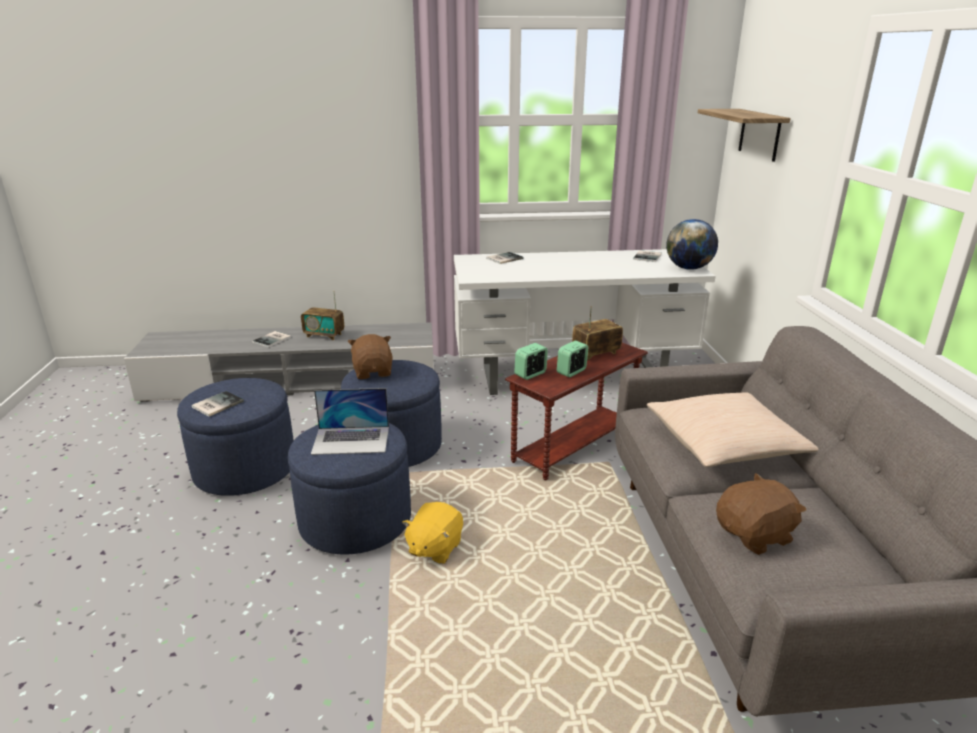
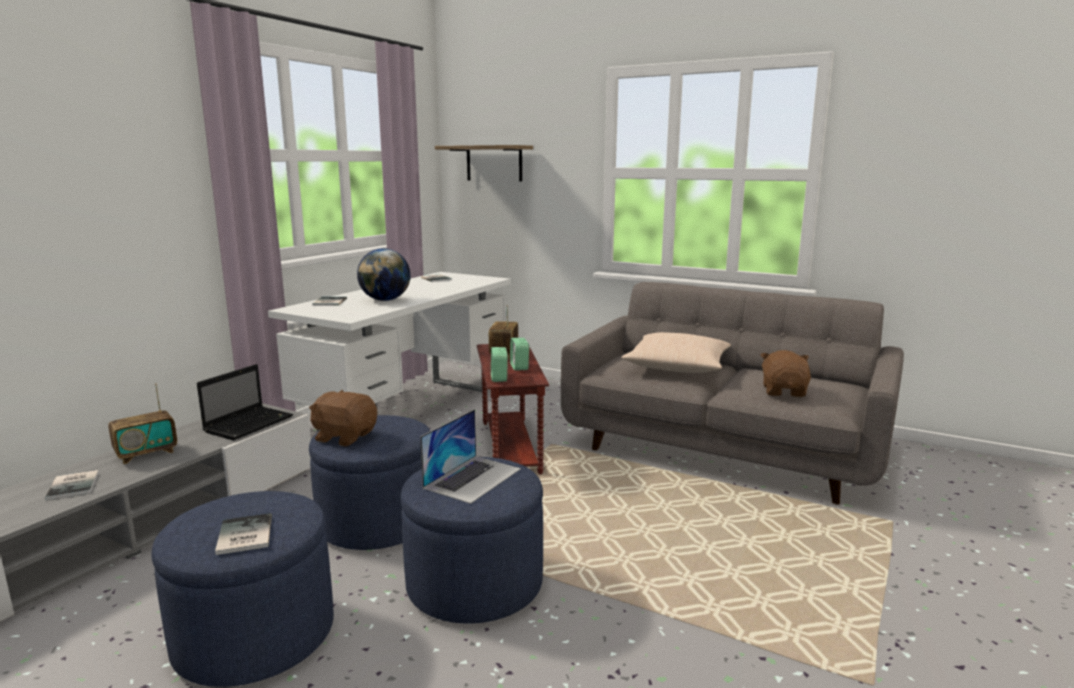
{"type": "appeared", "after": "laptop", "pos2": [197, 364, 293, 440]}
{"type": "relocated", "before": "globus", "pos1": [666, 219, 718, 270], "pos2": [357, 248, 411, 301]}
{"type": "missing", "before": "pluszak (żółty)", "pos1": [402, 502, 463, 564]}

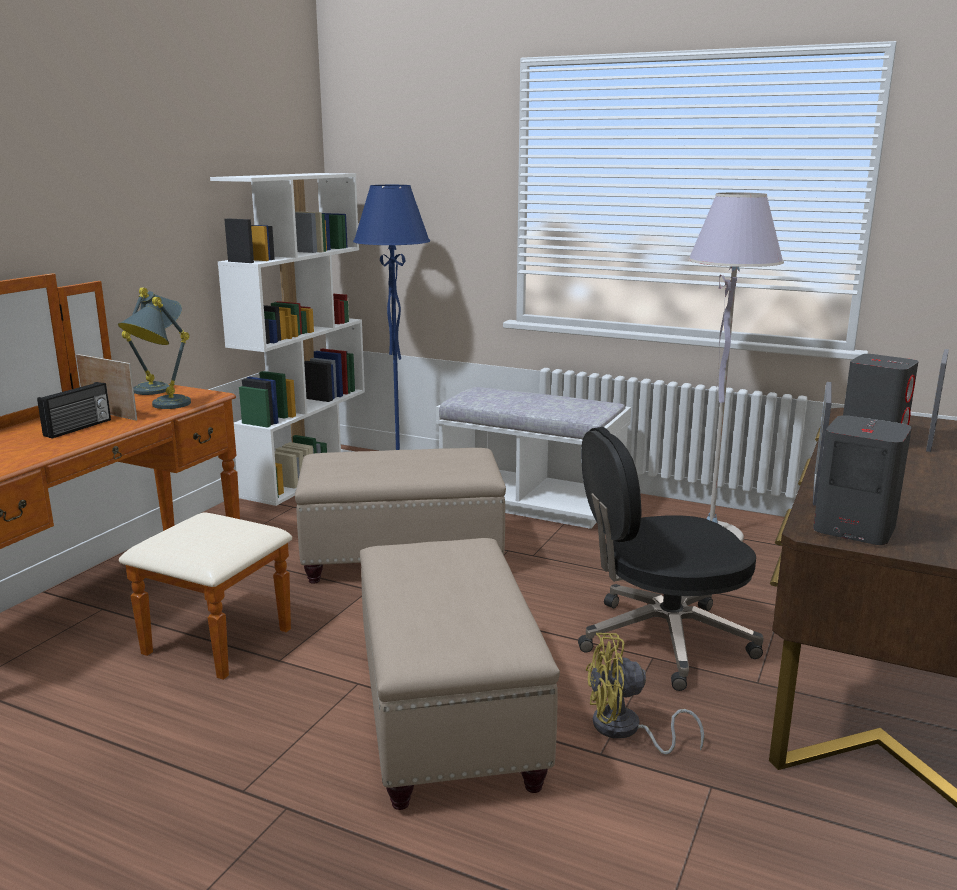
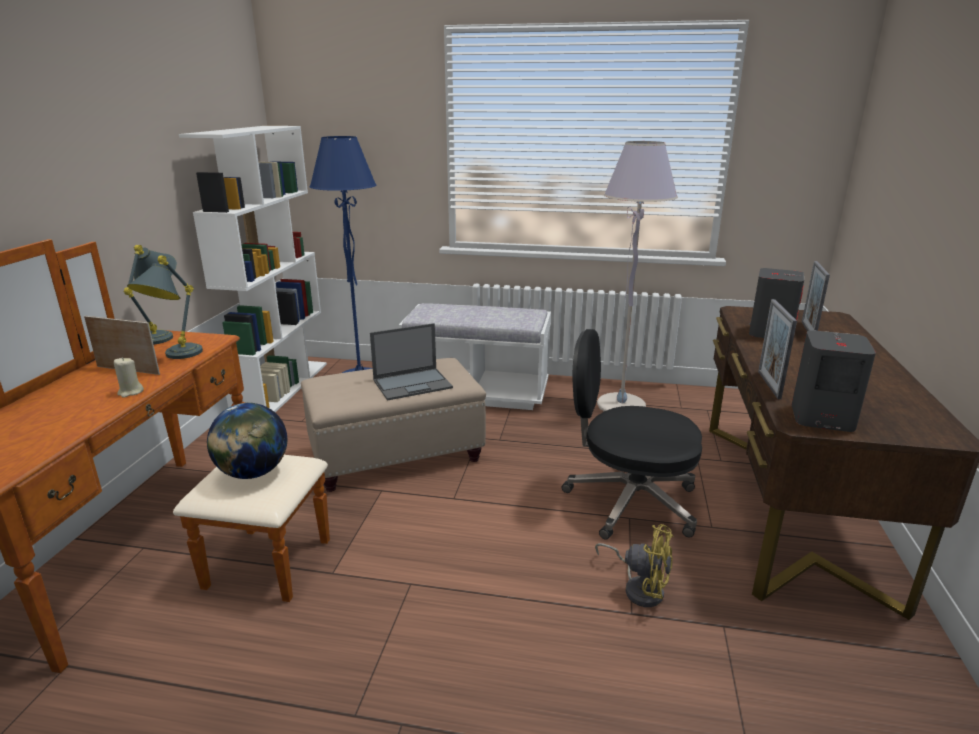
{"type": "appeared", "after": "świeca (beżowy)", "pos2": [114, 357, 144, 398]}
{"type": "appeared", "after": "globus", "pos2": [207, 403, 287, 479]}
{"type": "appeared", "after": "laptop", "pos2": [370, 323, 453, 401]}
{"type": "spun", "before": "krzesło biurowe (czarny)", "pos1": [578, 427, 764, 691], "pos2": [562, 329, 702, 540], "turn": 45}
{"type": "spun", "before": "wentylator (żółty)", "pos1": [586, 633, 704, 754], "pos2": [595, 524, 674, 607], "turn": -135}
{"type": "missing", "before": "radio", "pos1": [37, 382, 111, 439]}
{"type": "missing", "before": "pufa (beżowy)", "pos1": [360, 538, 560, 810]}

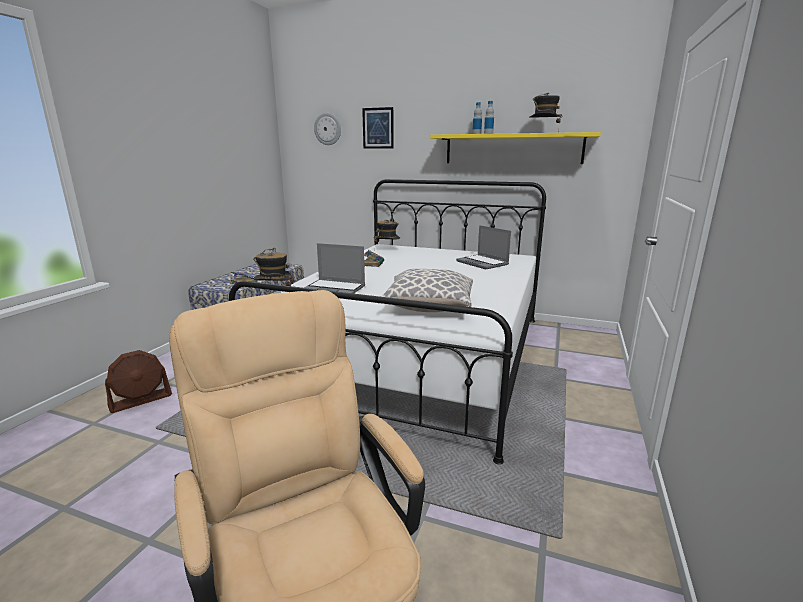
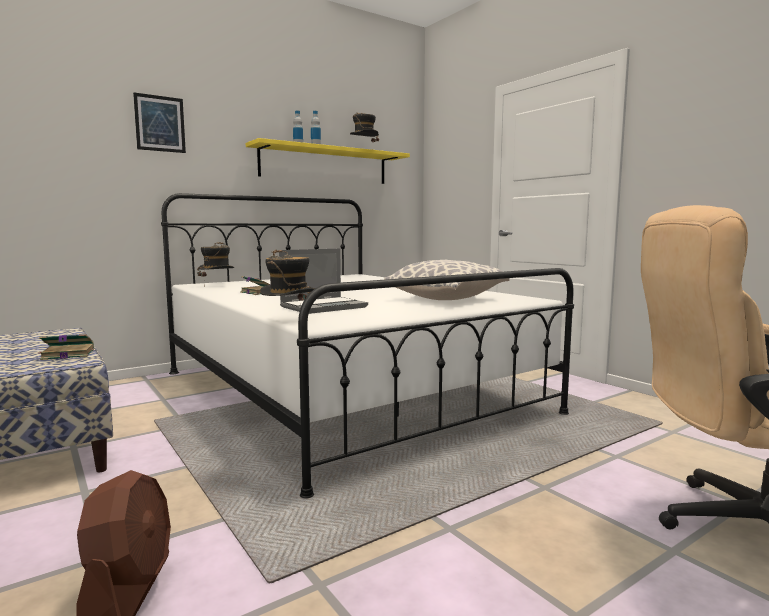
{"type": "missing", "before": "zegar ścienny", "pos1": [314, 113, 341, 145]}
{"type": "missing", "before": "laptop", "pos1": [456, 225, 511, 269]}

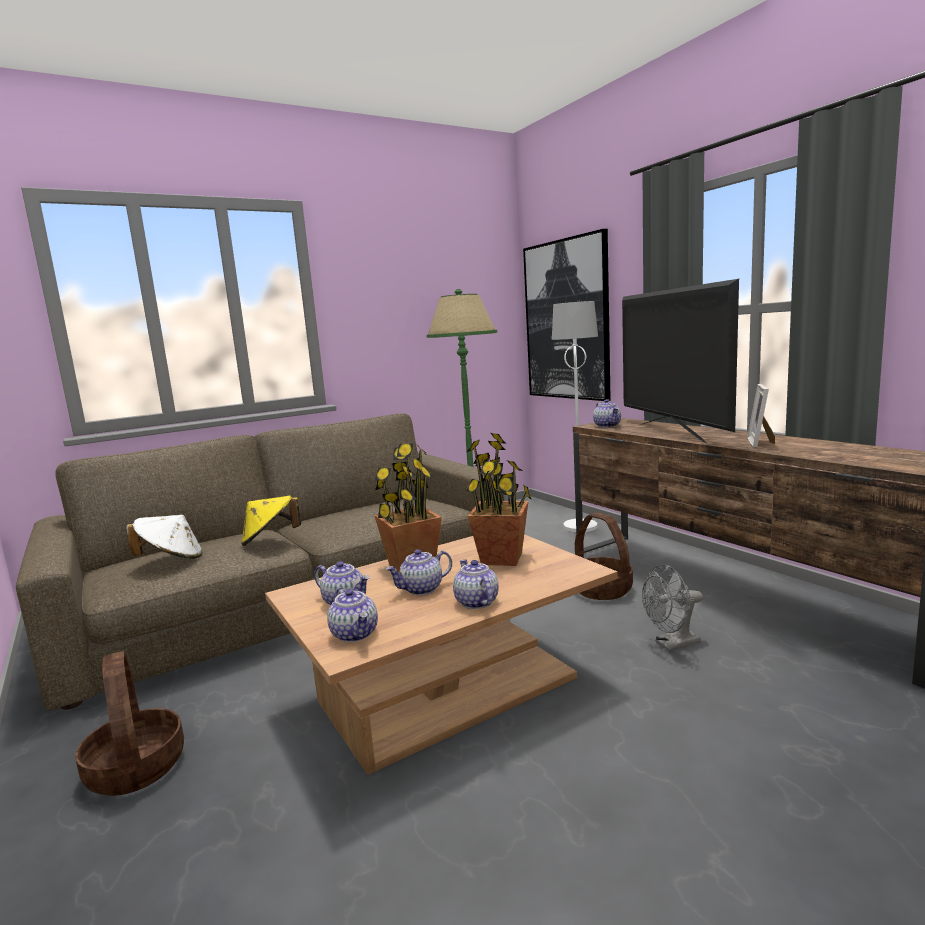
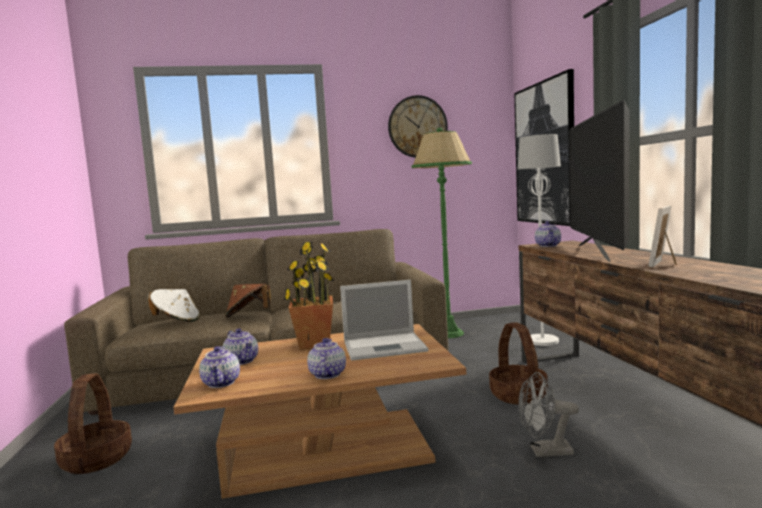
{"type": "colour", "before": "kapelusz (żółty)", "after": "kapelusz (brązowy)", "pos1": [241, 495, 301, 546], "pos2": [225, 283, 271, 318]}
{"type": "exchanged", "before": "roślina doniczkowa", "after": "laptop", "pos1": [466, 433, 532, 566], "pos2": [340, 280, 428, 361]}
{"type": "appeared", "after": "zegar ścienny", "pos2": [388, 95, 448, 158]}
{"type": "missing", "before": "imbryk", "pos1": [386, 549, 452, 595]}

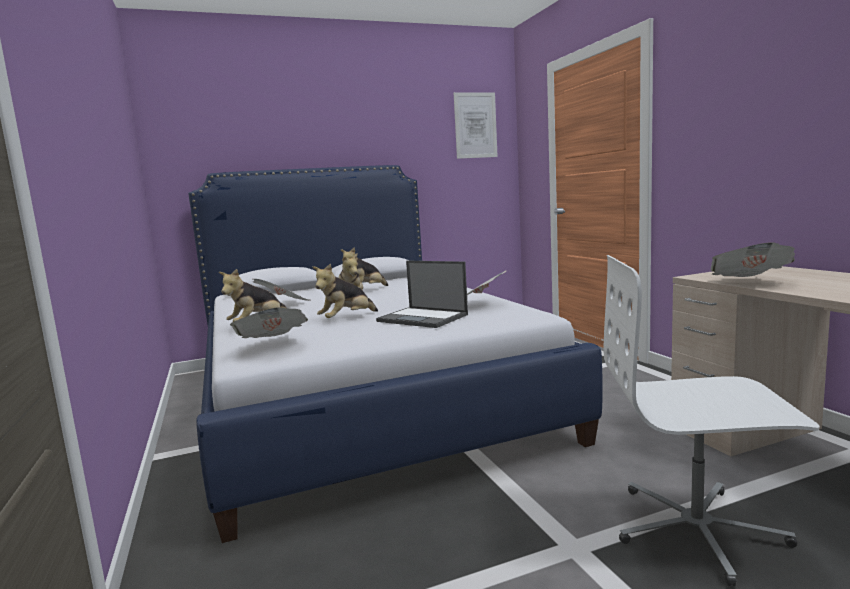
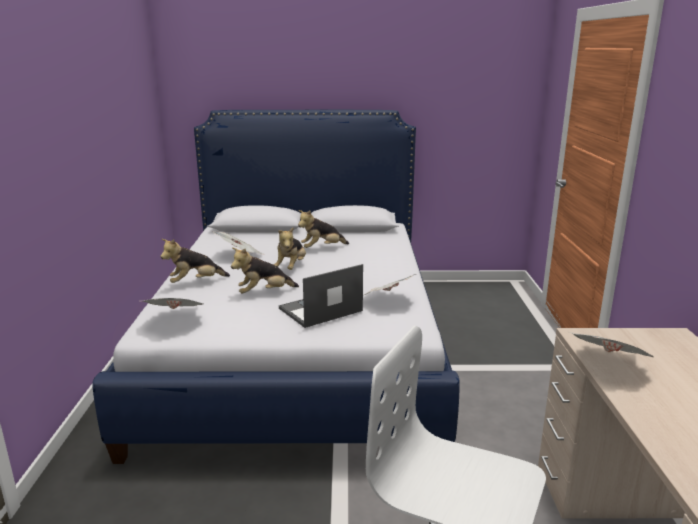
{"type": "spun", "before": "laptop", "pos1": [376, 261, 468, 328], "pos2": [279, 264, 363, 328], "turn": 90}
{"type": "missing", "before": "obraz", "pos1": [454, 92, 498, 159]}

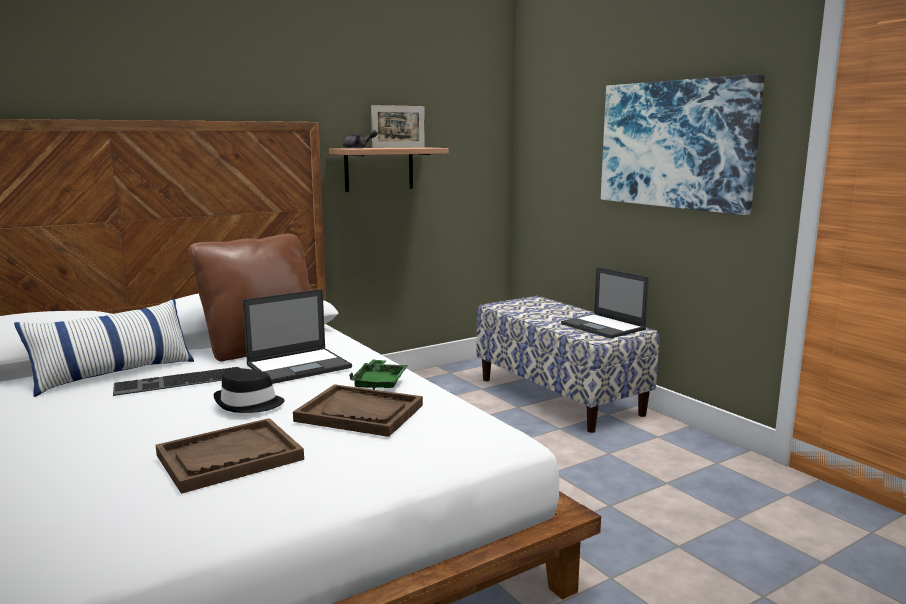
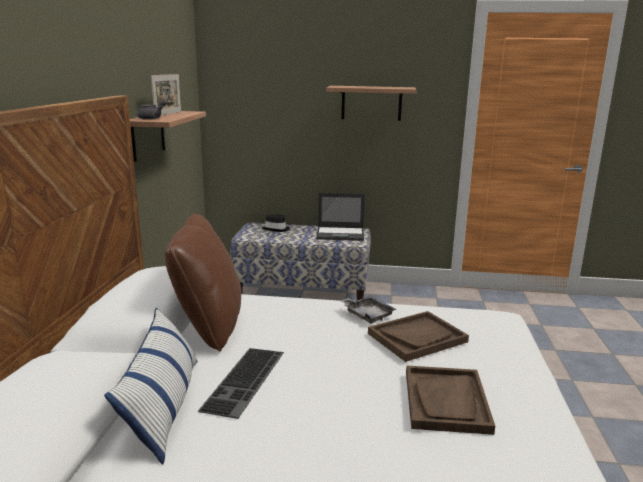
{"type": "relocated", "before": "kapelusz (czarny)", "pos1": [213, 368, 285, 413], "pos2": [262, 214, 290, 232]}
{"type": "exchanged", "before": "obraz", "after": "półka", "pos1": [601, 74, 765, 215], "pos2": [326, 86, 417, 121]}
{"type": "colour", "before": "taca (zielony)", "after": "taca (szary)", "pos1": [349, 359, 408, 390], "pos2": [341, 296, 397, 324]}
{"type": "missing", "before": "laptop", "pos1": [242, 289, 352, 384]}

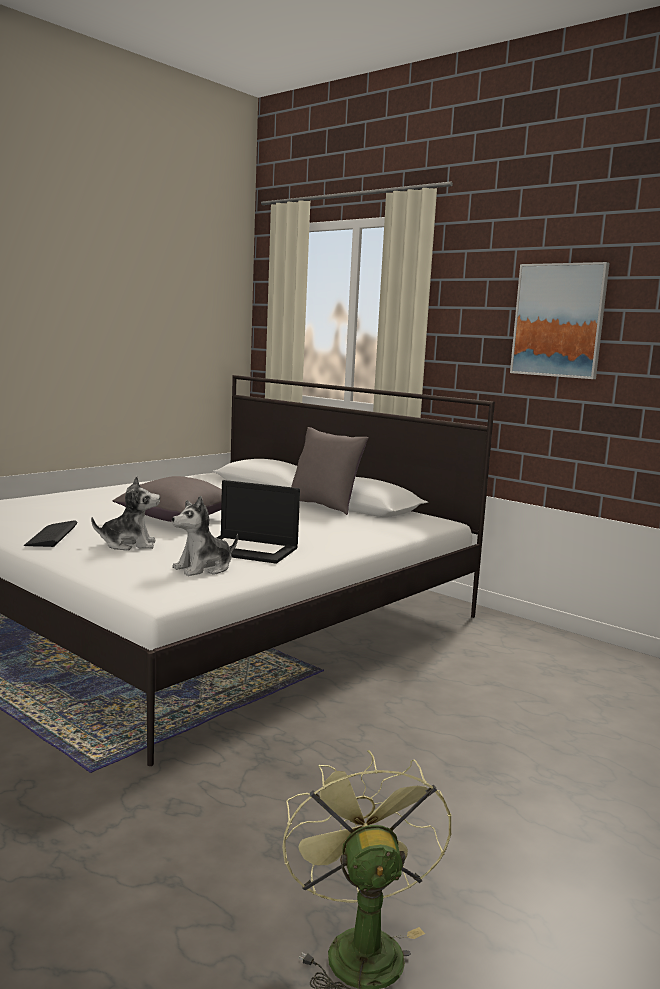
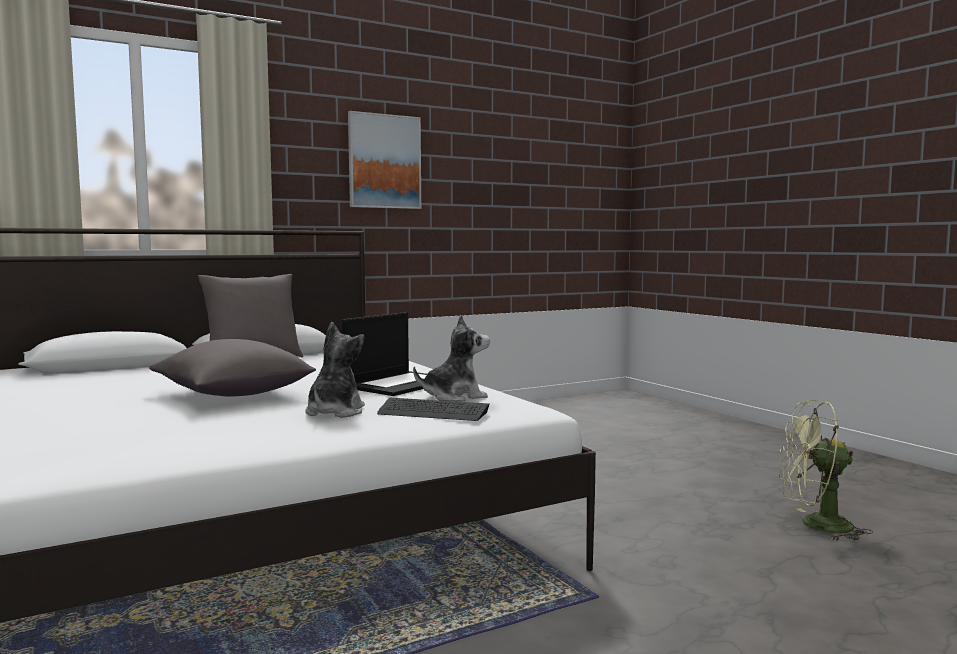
{"type": "relocated", "before": "klawiatura", "pos1": [24, 520, 78, 547], "pos2": [377, 398, 489, 421]}
{"type": "spun", "before": "pluszak", "pos1": [172, 496, 238, 576], "pos2": [413, 315, 490, 402], "turn": -90}

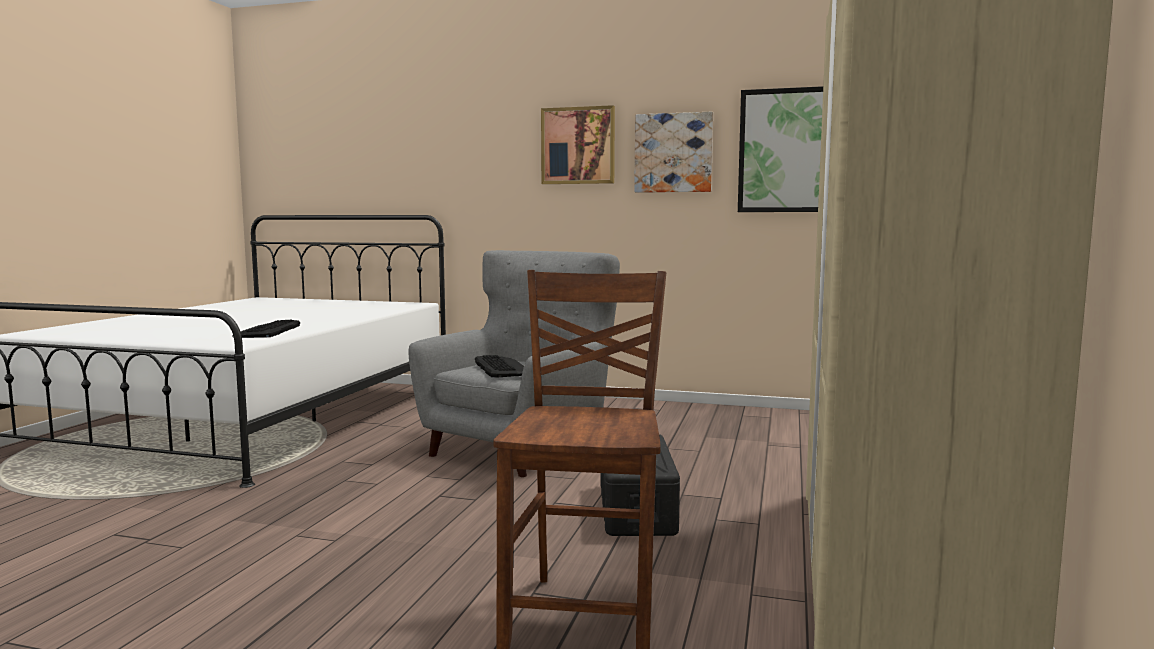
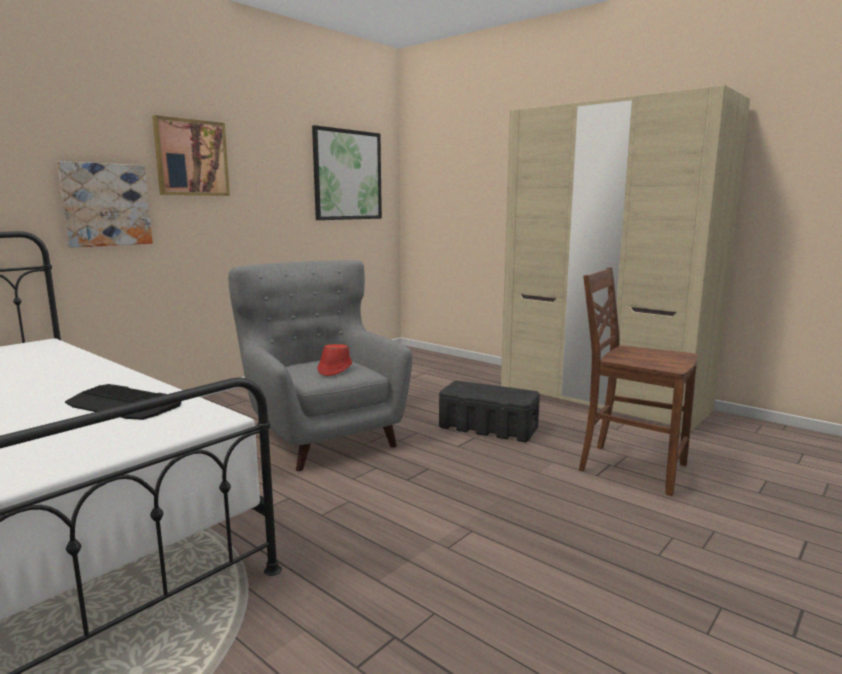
{"type": "relocated", "before": "obraz", "pos1": [634, 112, 713, 193], "pos2": [57, 161, 153, 248]}
{"type": "exchanged", "before": "klawiatura", "after": "kapelusz (czerwony)", "pos1": [475, 355, 524, 377], "pos2": [317, 344, 352, 376]}

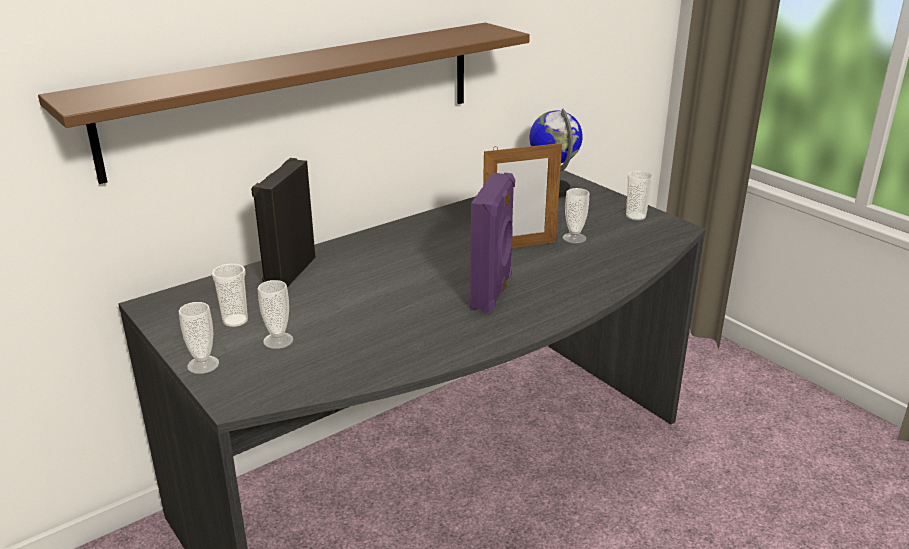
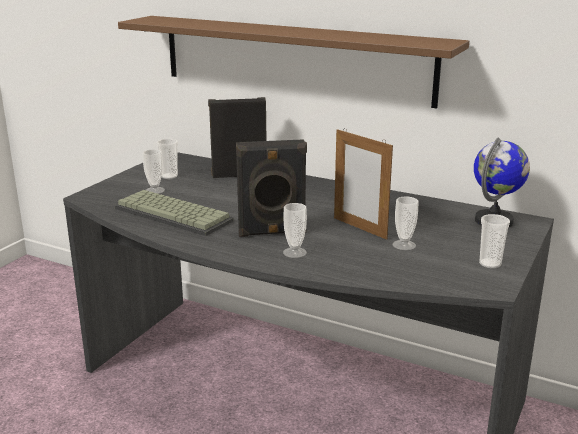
{"type": "appeared", "after": "klawiatura", "pos2": [114, 190, 234, 236]}
{"type": "colour", "before": "głośnik (fioletowy)", "after": "głośnik (czarny)", "pos1": [470, 173, 515, 313], "pos2": [236, 139, 307, 237]}
{"type": "relocated", "before": "filiżanka", "pos1": [178, 302, 219, 374], "pos2": [283, 203, 307, 258]}

